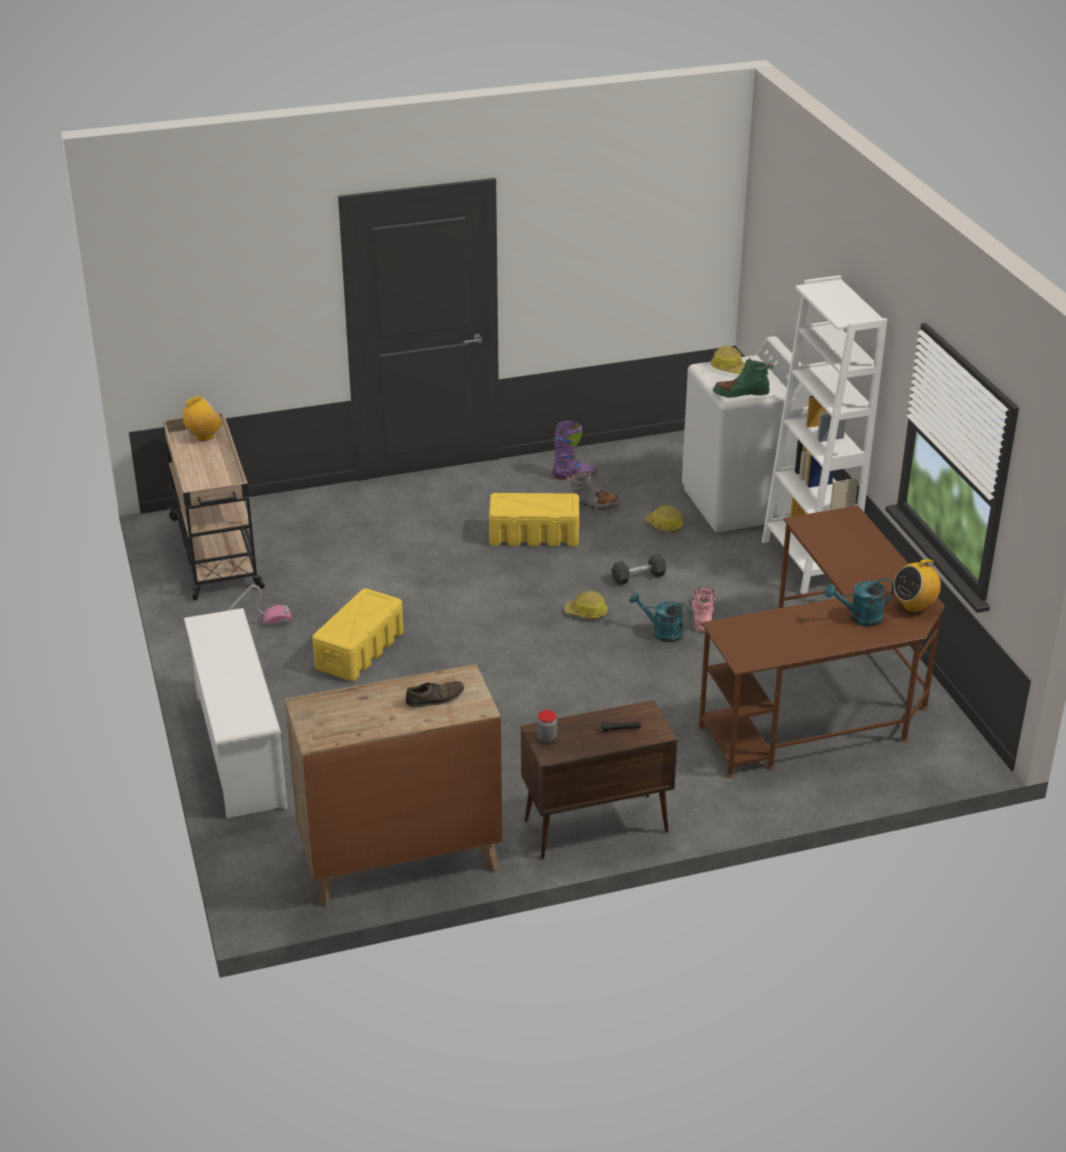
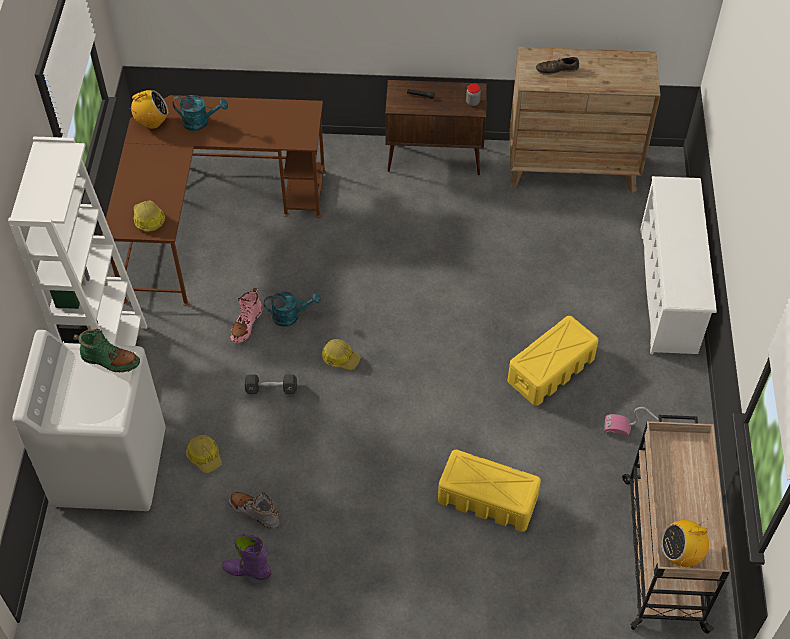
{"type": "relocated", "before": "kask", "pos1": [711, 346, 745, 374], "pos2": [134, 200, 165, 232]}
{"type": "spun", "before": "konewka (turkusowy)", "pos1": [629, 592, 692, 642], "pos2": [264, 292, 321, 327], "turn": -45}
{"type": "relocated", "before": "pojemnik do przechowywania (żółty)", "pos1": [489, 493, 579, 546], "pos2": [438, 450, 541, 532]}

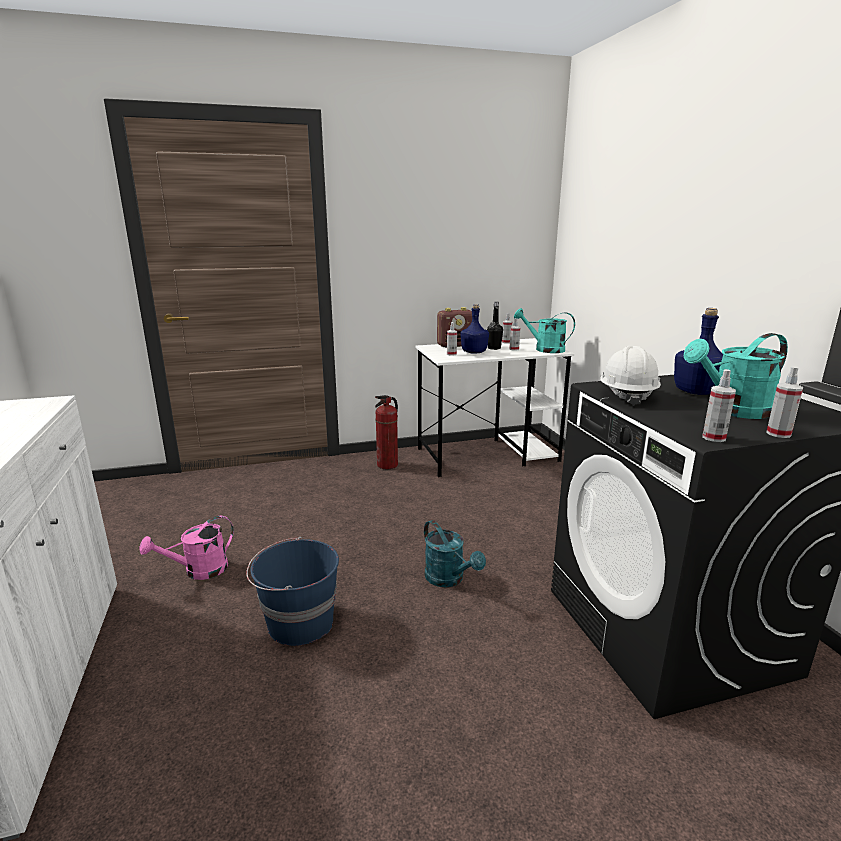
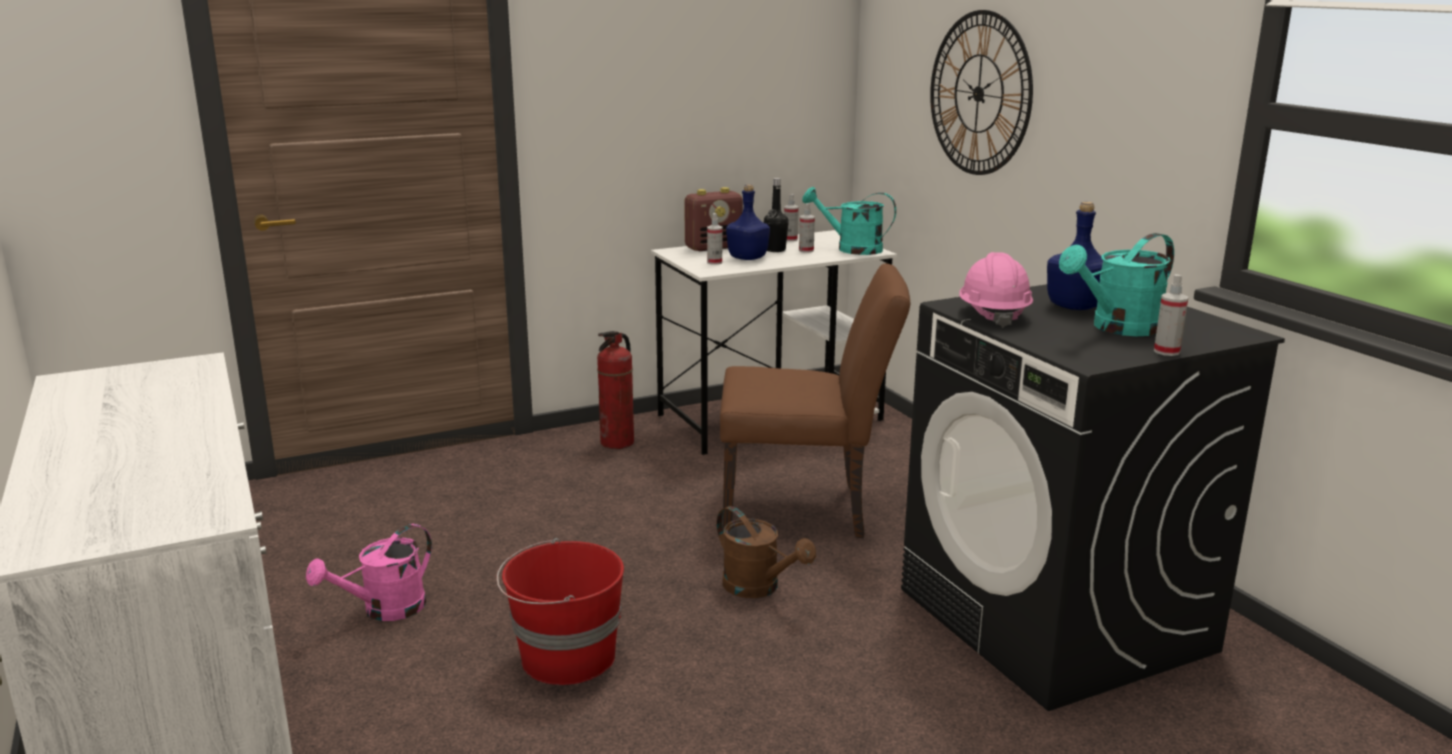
{"type": "colour", "before": "wiadro (niebieski)", "after": "wiadro (czerwony)", "pos1": [246, 537, 339, 646], "pos2": [497, 538, 624, 685]}
{"type": "colour", "before": "konewka (turkusowy)", "after": "konewka (brązowy)", "pos1": [424, 520, 486, 587], "pos2": [717, 506, 816, 598]}
{"type": "appeared", "after": "krzesło (brązowy)", "pos2": [720, 263, 910, 538]}
{"type": "appeared", "after": "zegar ścienny", "pos2": [930, 10, 1033, 175]}
{"type": "colour", "before": "kask (biały)", "after": "kask (różowy)", "pos1": [600, 346, 661, 406], "pos2": [959, 252, 1033, 328]}
{"type": "missing", "before": "spryskiwacz", "pos1": [702, 369, 736, 442]}

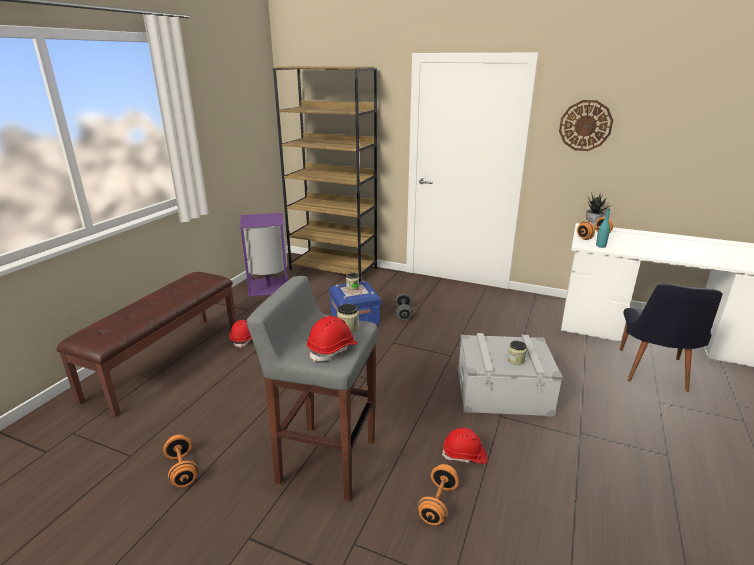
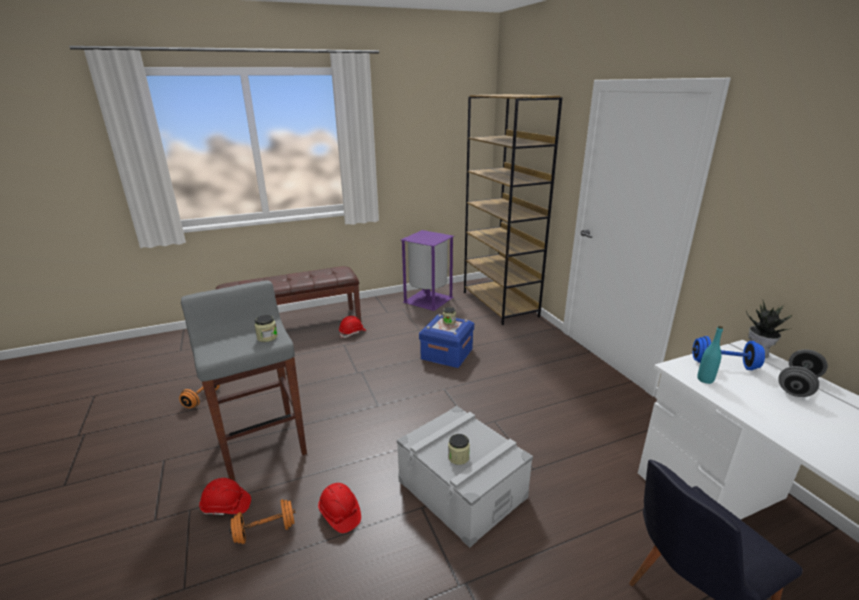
{"type": "relocated", "before": "kask (czerwony)", "pos1": [307, 316, 358, 363], "pos2": [199, 478, 251, 515]}
{"type": "colour", "before": "hantel (pomarańczowy)", "after": "hantel (niebieski)", "pos1": [577, 217, 613, 240], "pos2": [693, 336, 765, 370]}
{"type": "relocated", "before": "hantel (szary)", "pos1": [395, 293, 413, 320], "pos2": [778, 349, 828, 397]}
{"type": "missing", "before": "zegar ścienny", "pos1": [559, 100, 613, 151]}

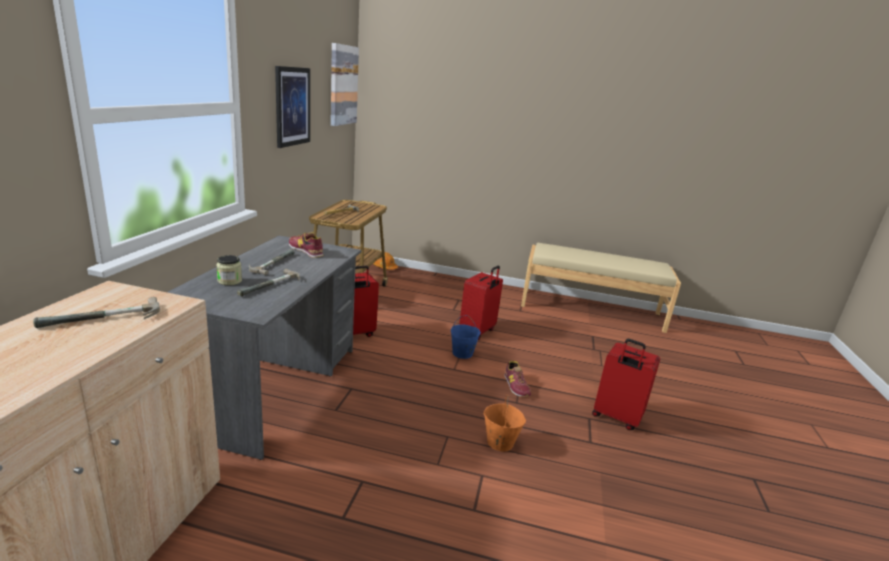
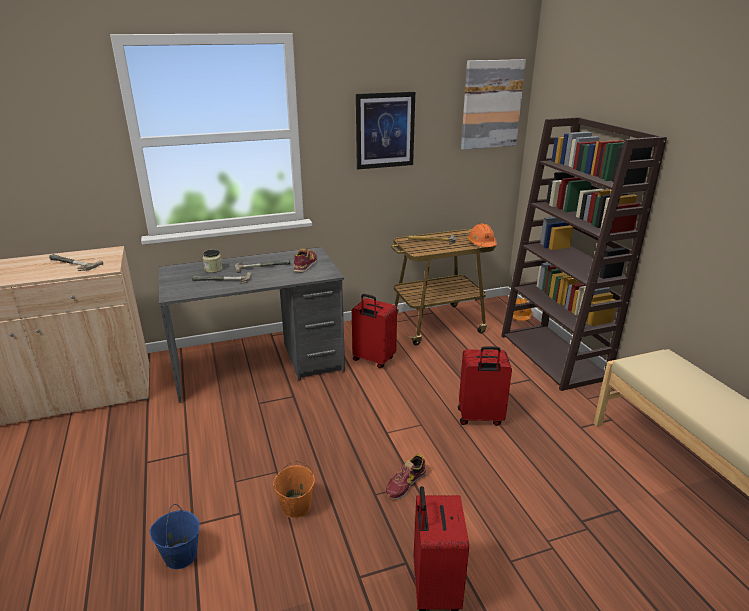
{"type": "relocated", "before": "wiadro (niebieski)", "pos1": [451, 315, 481, 359], "pos2": [150, 504, 200, 569]}
{"type": "appeared", "after": "kask (pomarańczowy)", "pos2": [468, 223, 497, 247]}
{"type": "appeared", "after": "regał (brązowy)", "pos2": [501, 117, 667, 391]}

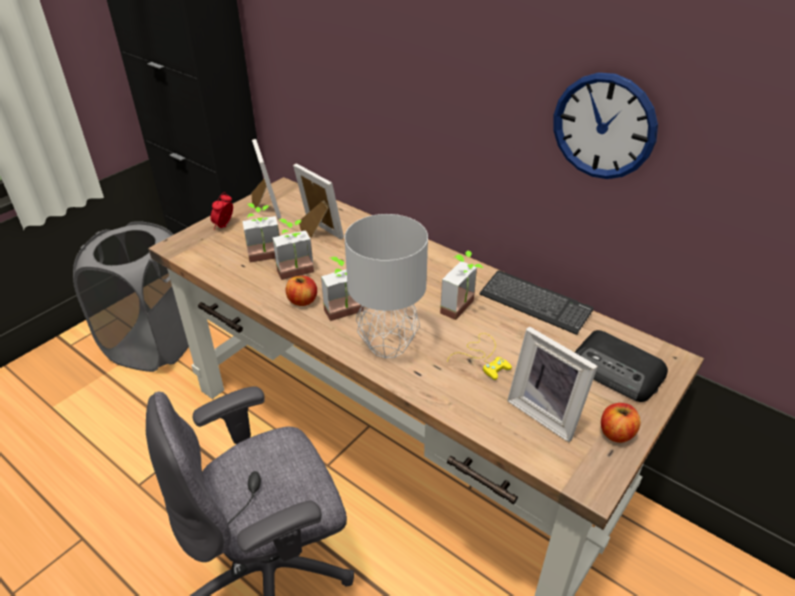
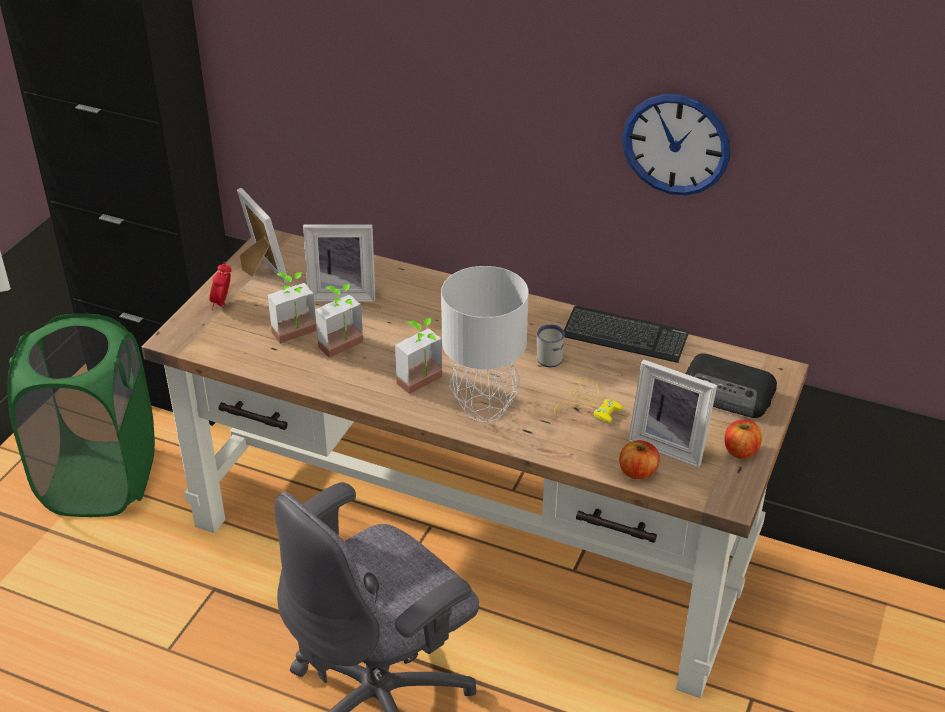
{"type": "colour", "before": "kosz na pranie (szary)", "after": "kosz na pranie (zielony)", "pos1": [73, 221, 189, 372], "pos2": [7, 313, 155, 517]}
{"type": "spun", "before": "ramka na zdjęcie", "pos1": [293, 163, 344, 240], "pos2": [303, 224, 376, 302], "turn": 150}
{"type": "exchanged", "before": "roślina doniczkowa", "after": "kubek (biały)", "pos1": [440, 251, 483, 320], "pos2": [537, 324, 565, 367]}
{"type": "relocated", "before": "jabłko", "pos1": [286, 276, 317, 306], "pos2": [619, 440, 660, 479]}

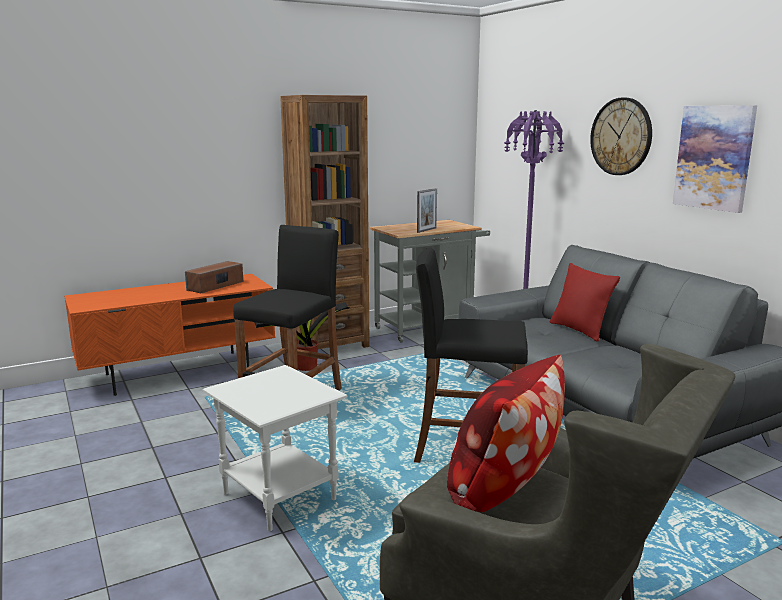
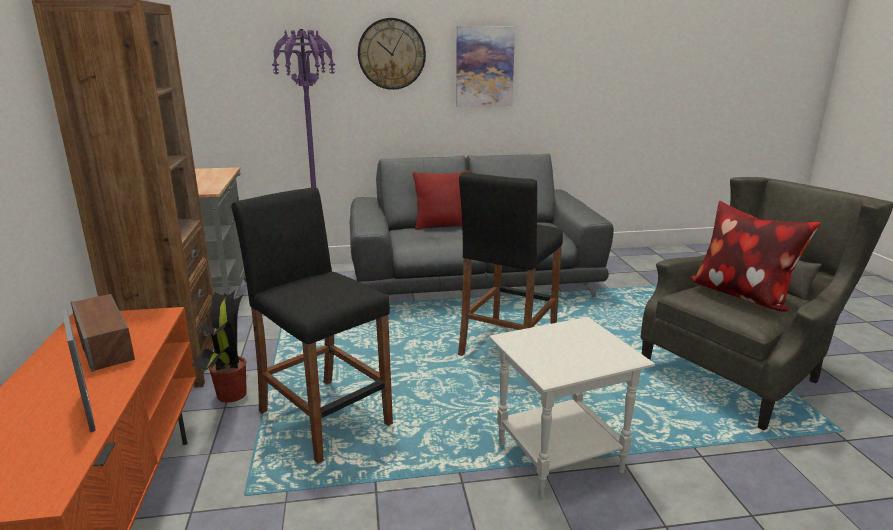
{"type": "relocated", "before": "ramka na zdjęcie", "pos1": [417, 188, 437, 233], "pos2": [62, 309, 96, 433]}

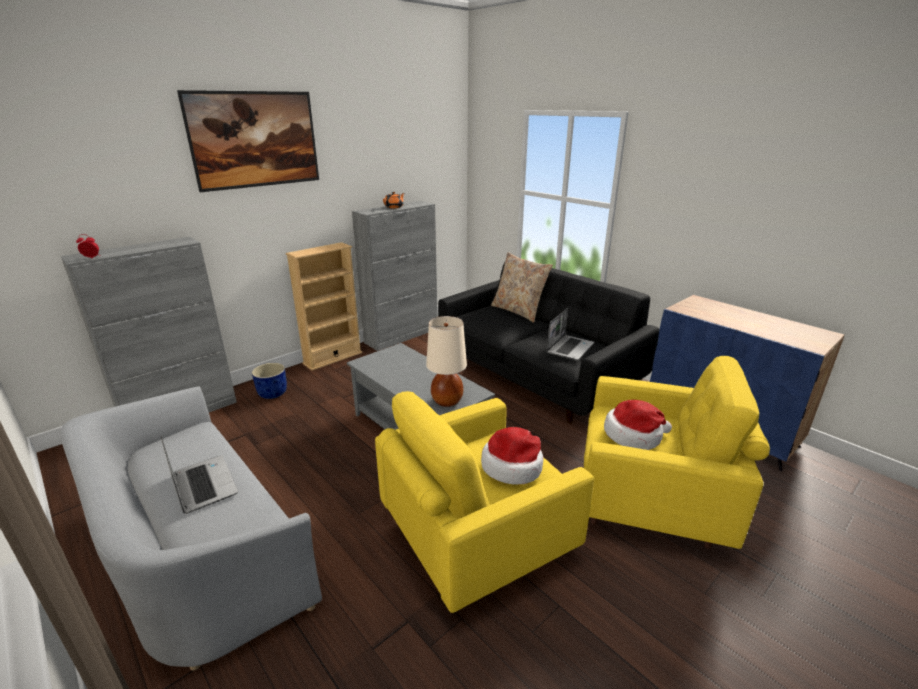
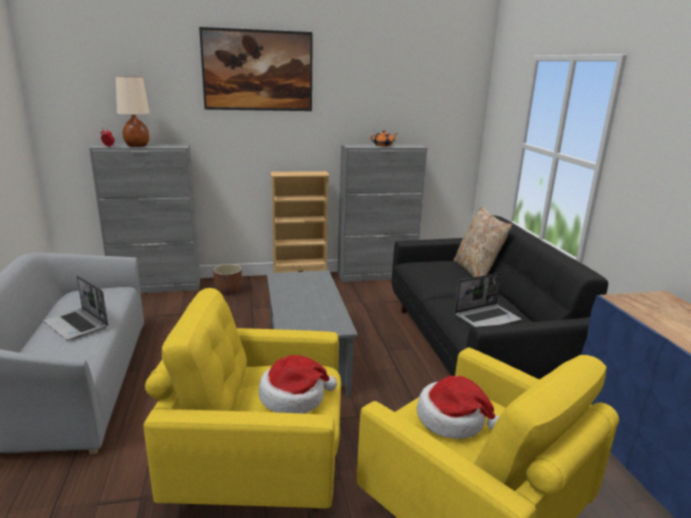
{"type": "spun", "before": "laptop", "pos1": [161, 436, 238, 514], "pos2": [43, 275, 108, 340], "turn": 135}
{"type": "relocated", "before": "lampa stołowa (beżowy)", "pos1": [426, 316, 467, 407], "pos2": [116, 76, 150, 147]}
{"type": "colour", "before": "donica (niebieski)", "after": "donica (brązowy)", "pos1": [252, 363, 287, 399], "pos2": [213, 264, 242, 295]}

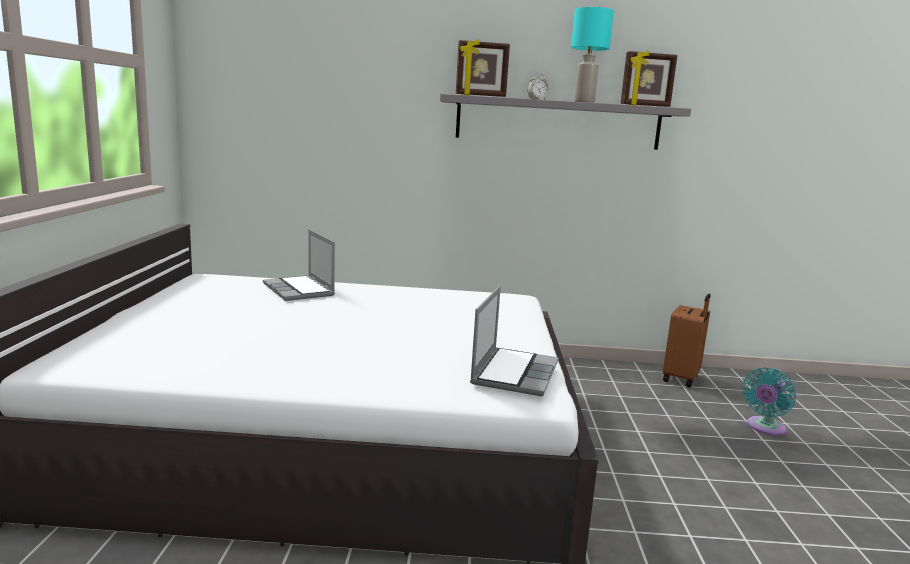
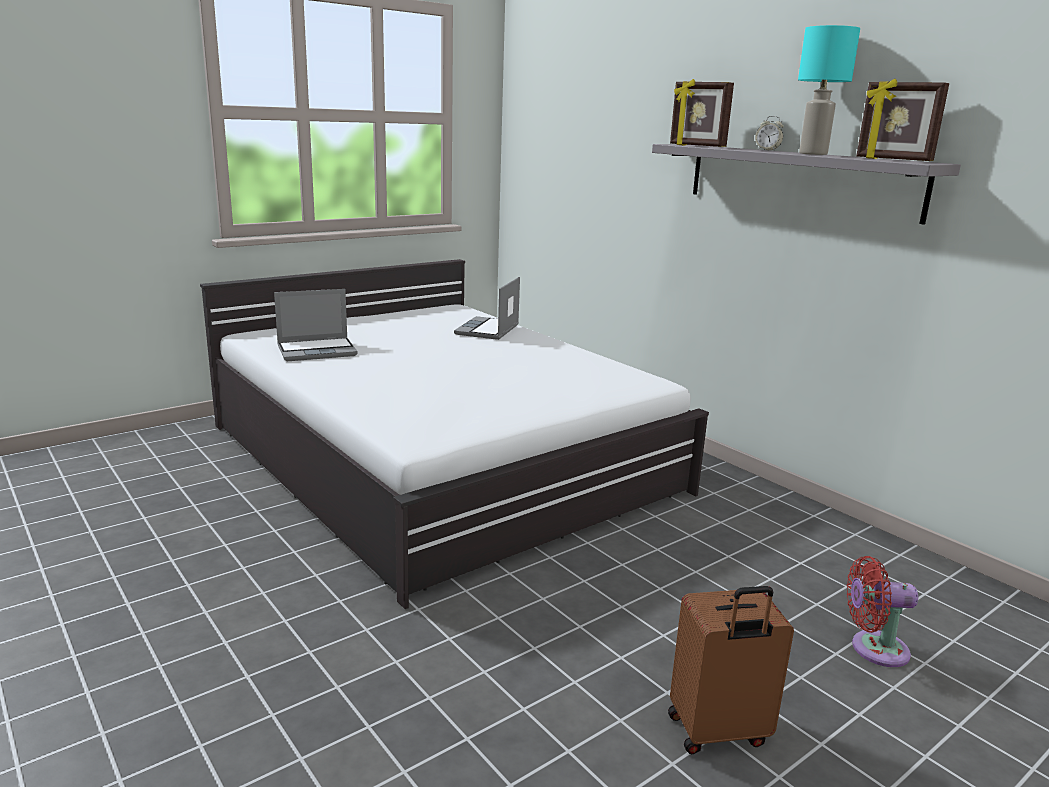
{"type": "relocated", "before": "laptop", "pos1": [470, 286, 559, 397], "pos2": [274, 289, 358, 361]}
{"type": "relocated", "before": "walizka (brązowy)", "pos1": [663, 294, 711, 388], "pos2": [668, 586, 794, 754]}
{"type": "colour", "before": "wentylator (turkusowy)", "after": "wentylator (czerwony)", "pos1": [743, 368, 796, 436], "pos2": [847, 556, 918, 667]}

